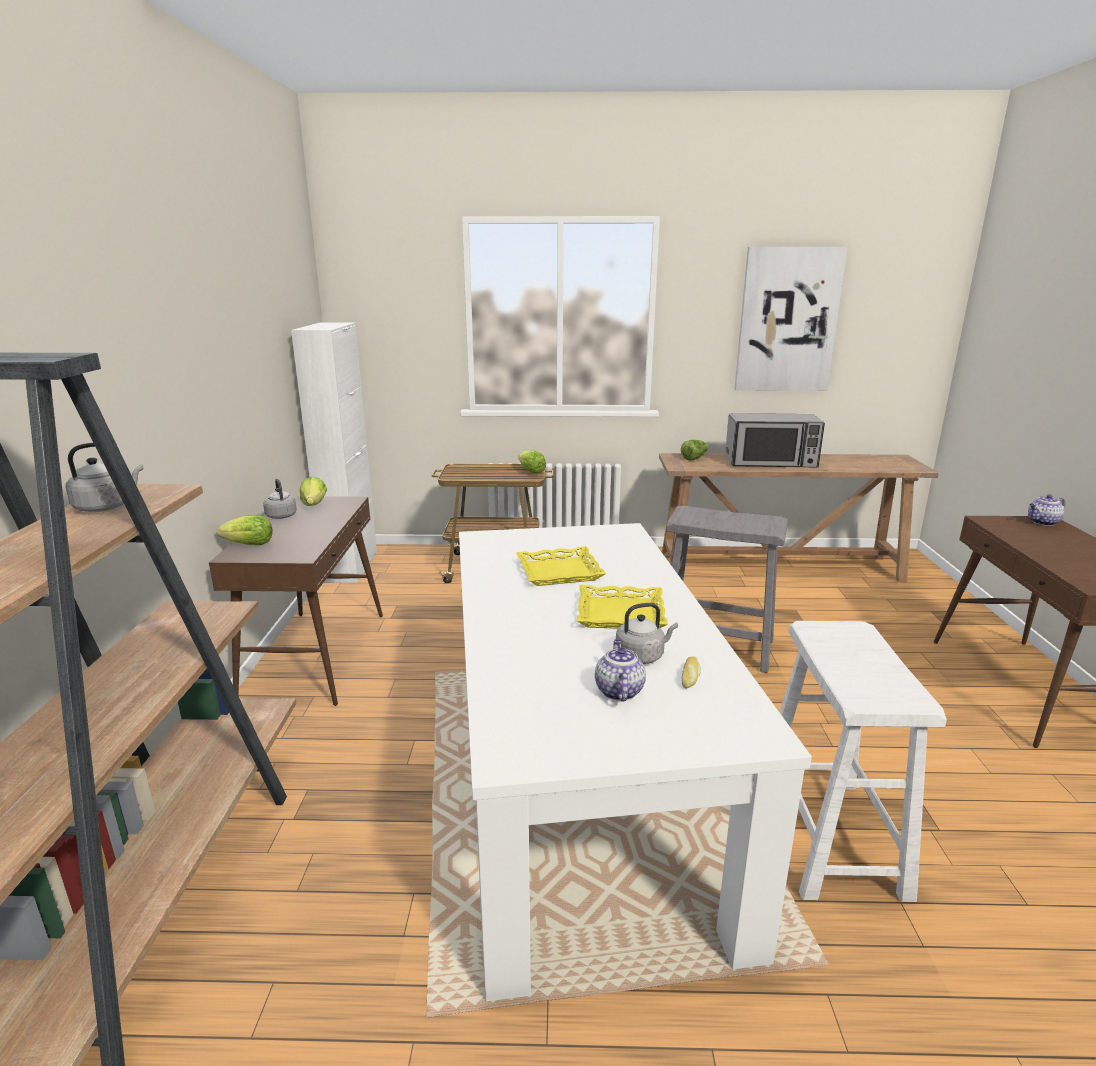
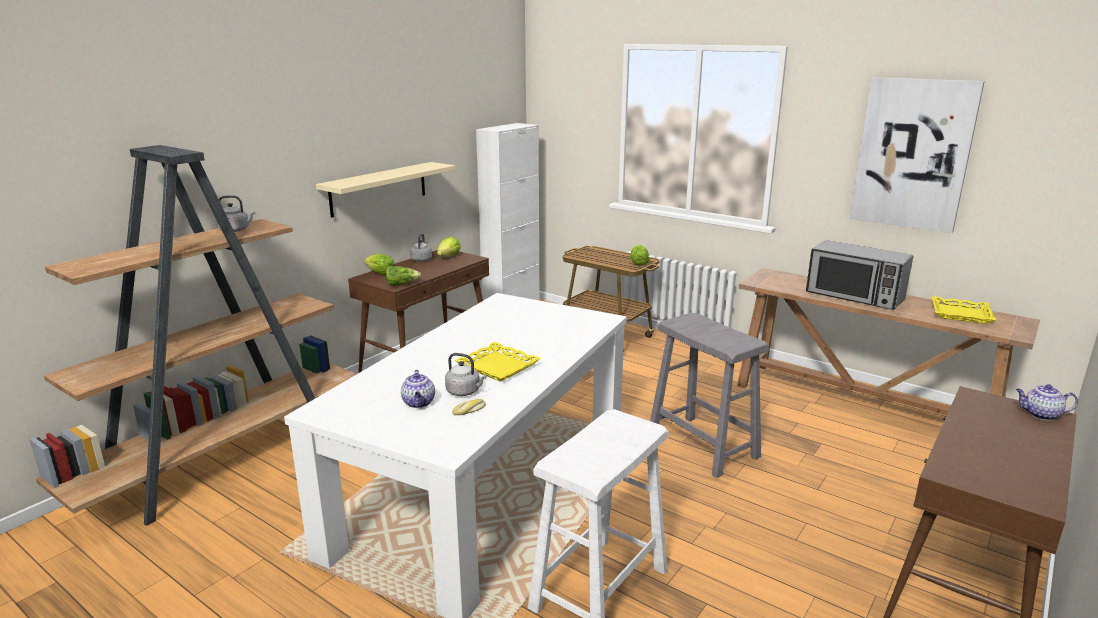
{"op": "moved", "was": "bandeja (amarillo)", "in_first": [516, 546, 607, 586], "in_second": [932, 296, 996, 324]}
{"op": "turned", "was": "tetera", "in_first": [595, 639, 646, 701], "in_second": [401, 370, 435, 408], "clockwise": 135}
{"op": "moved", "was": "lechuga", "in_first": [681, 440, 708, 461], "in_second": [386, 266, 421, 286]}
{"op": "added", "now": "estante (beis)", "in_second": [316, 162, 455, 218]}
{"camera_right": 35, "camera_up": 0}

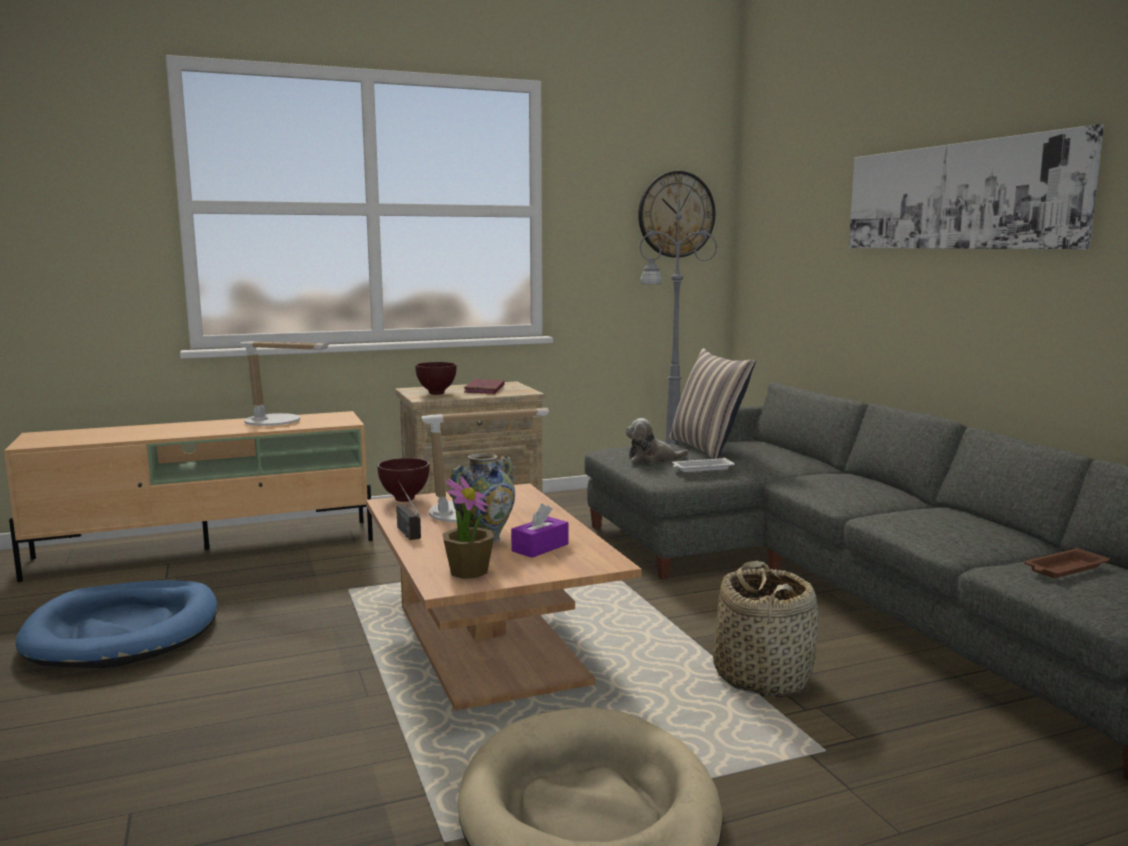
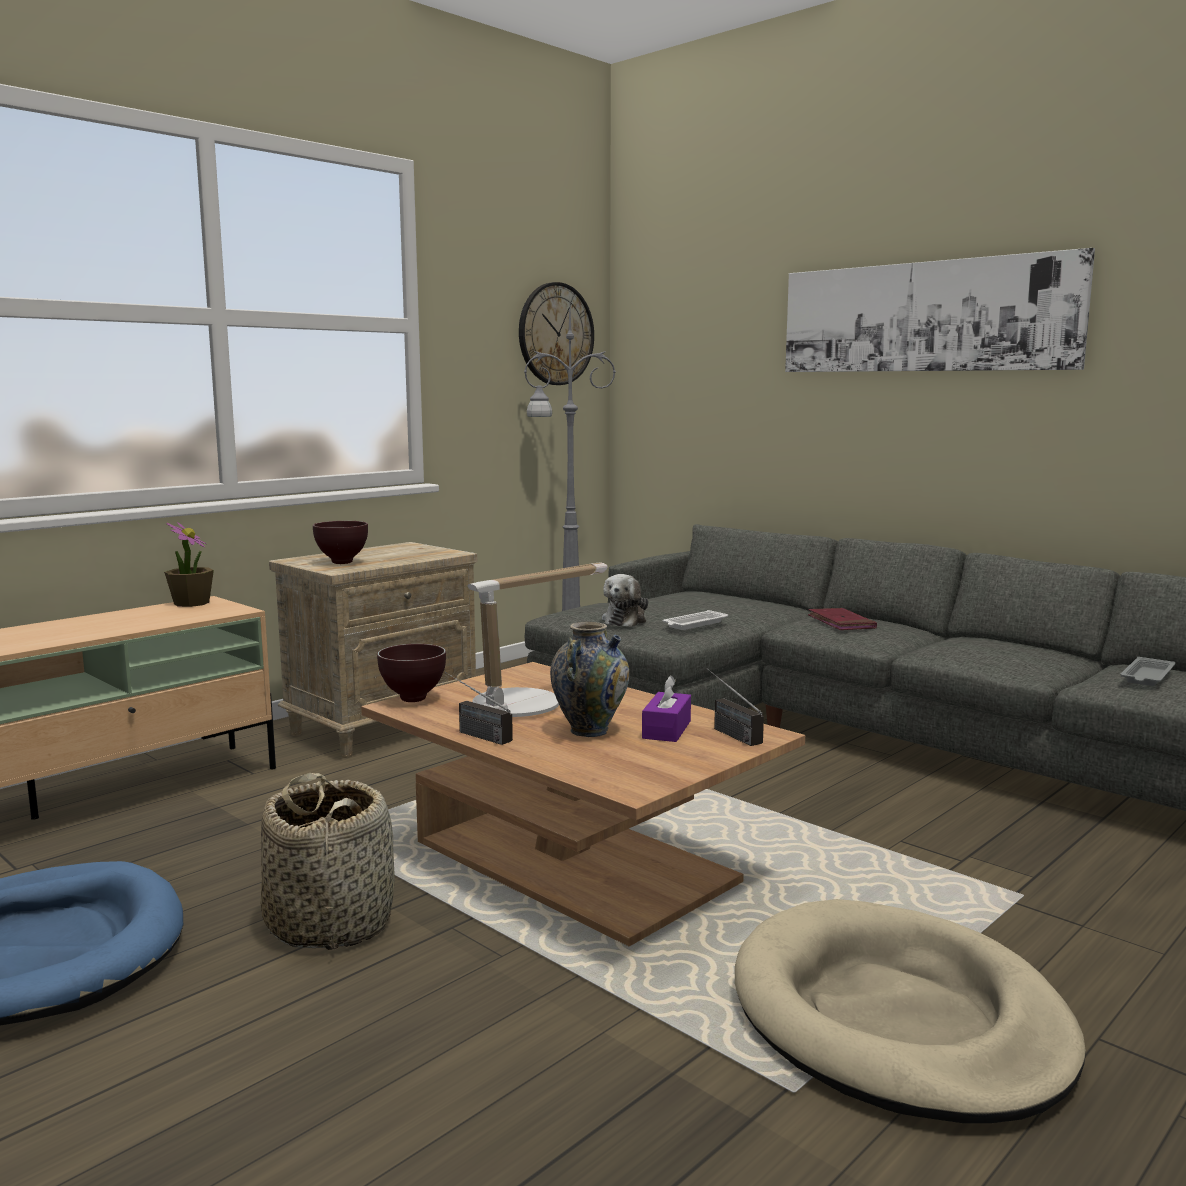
{"op": "removed", "was": "lámpara de mesa", "in_first": [240, 342, 329, 426]}
{"op": "moved", "was": "planta en maceta", "in_first": [442, 477, 494, 579], "in_second": [164, 522, 214, 607]}
{"op": "moved", "was": "libro (rojo)", "in_first": [464, 379, 505, 394], "in_second": [808, 608, 877, 630]}
{"op": "turned", "was": "peluche", "in_first": [625, 418, 689, 463], "in_second": [602, 574, 649, 627], "clockwise": -45}
{"op": "removed", "was": "cojín", "in_first": [669, 348, 756, 459]}
{"op": "moved", "was": "cesta", "in_first": [713, 561, 818, 697], "in_second": [261, 773, 395, 950]}
{"op": "recoloured", "was": "bandeja (marrón)", "now": "bandeja (gris)", "in_first": [1024, 548, 1110, 578], "in_second": [1120, 657, 1175, 686]}
{"op": "added", "now": "radio", "in_second": [706, 668, 764, 746]}
{"camera_right": -25, "camera_up": 0}

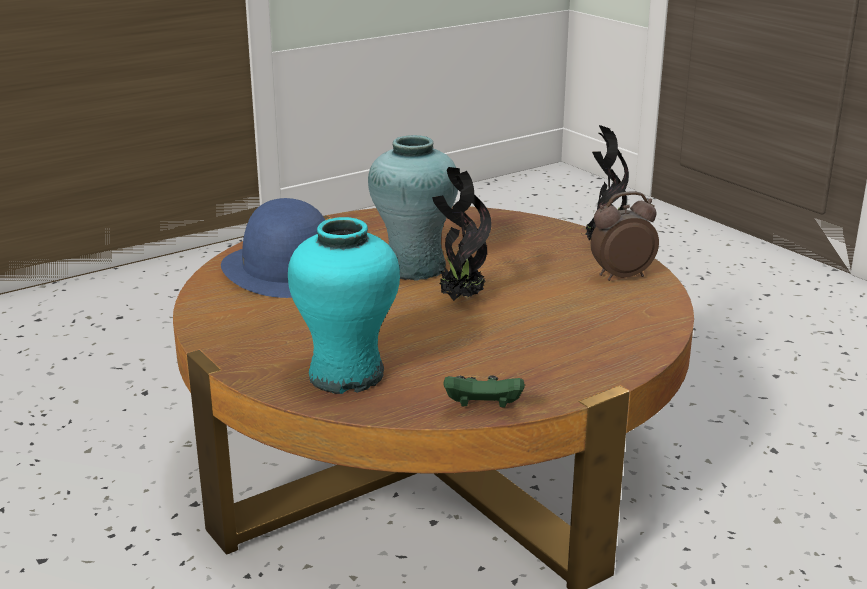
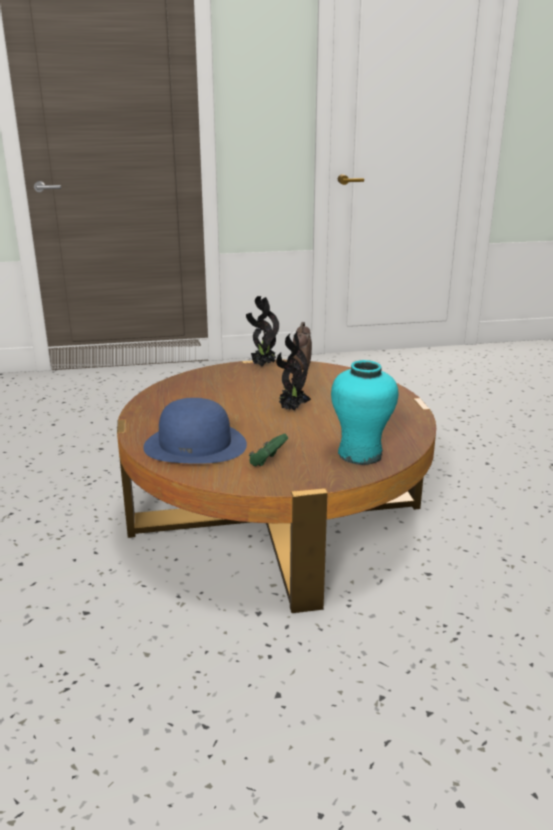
{"op": "removed", "was": "florero (turquesa)", "in_first": [368, 135, 458, 280]}
{"op": "moved", "was": "mando de consola (verde)", "in_first": [444, 376, 525, 407], "in_second": [249, 434, 288, 467]}
{"camera_right": -65, "camera_up": 0}

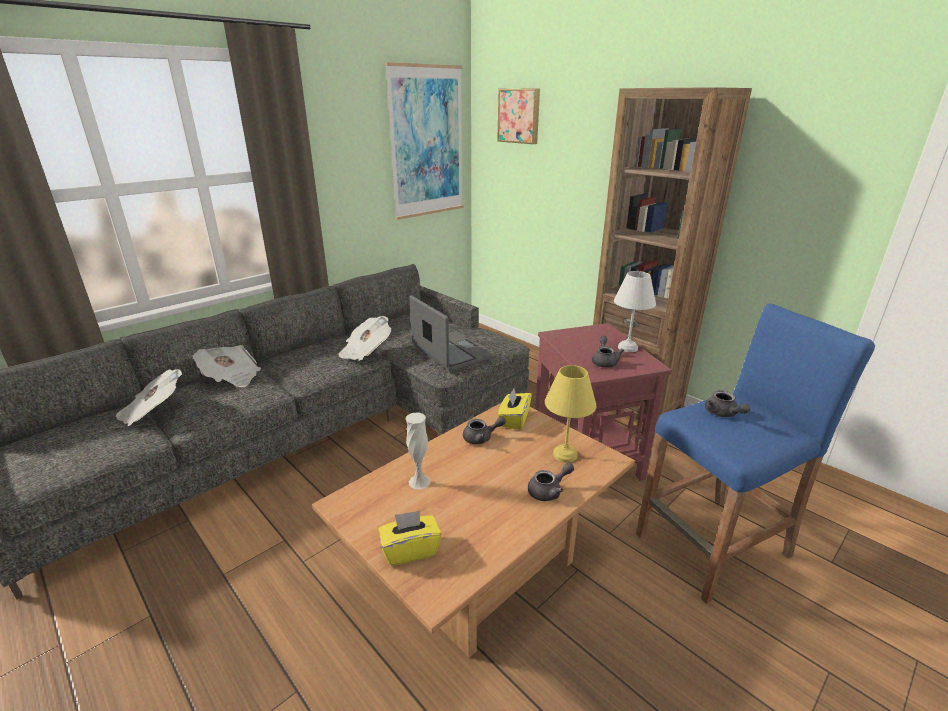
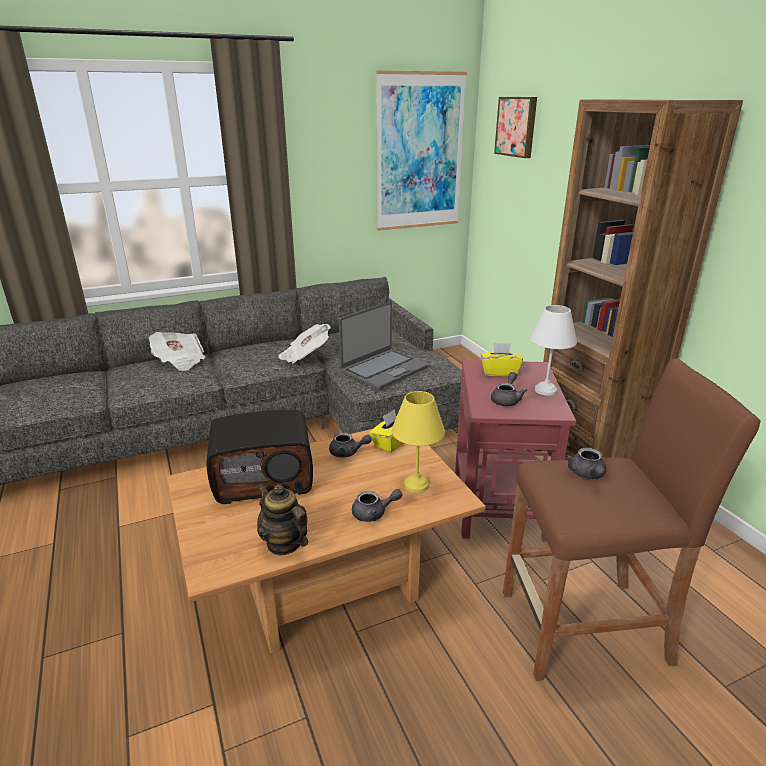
{"op": "removed", "was": "periódico", "in_first": [116, 369, 182, 427]}
{"op": "moved", "was": "caja de pañuelos (amarillo)", "in_first": [378, 510, 442, 566], "in_second": [481, 343, 523, 376]}
{"op": "replaced", "was": "florero (blanco)", "now": "radio", "in_first": [406, 412, 431, 489], "in_second": [207, 410, 313, 504]}
{"op": "turned", "was": "portátil", "in_first": [409, 295, 493, 371], "in_second": [339, 302, 428, 390], "clockwise": 60}
{"op": "recoloured", "was": "taburete (azul)", "now": "taburete (marrón)", "in_first": [636, 303, 875, 604], "in_second": [503, 358, 761, 681]}
{"op": "added", "now": "tetera", "in_second": [257, 484, 308, 555]}
{"camera_right": 20, "camera_up": 0}

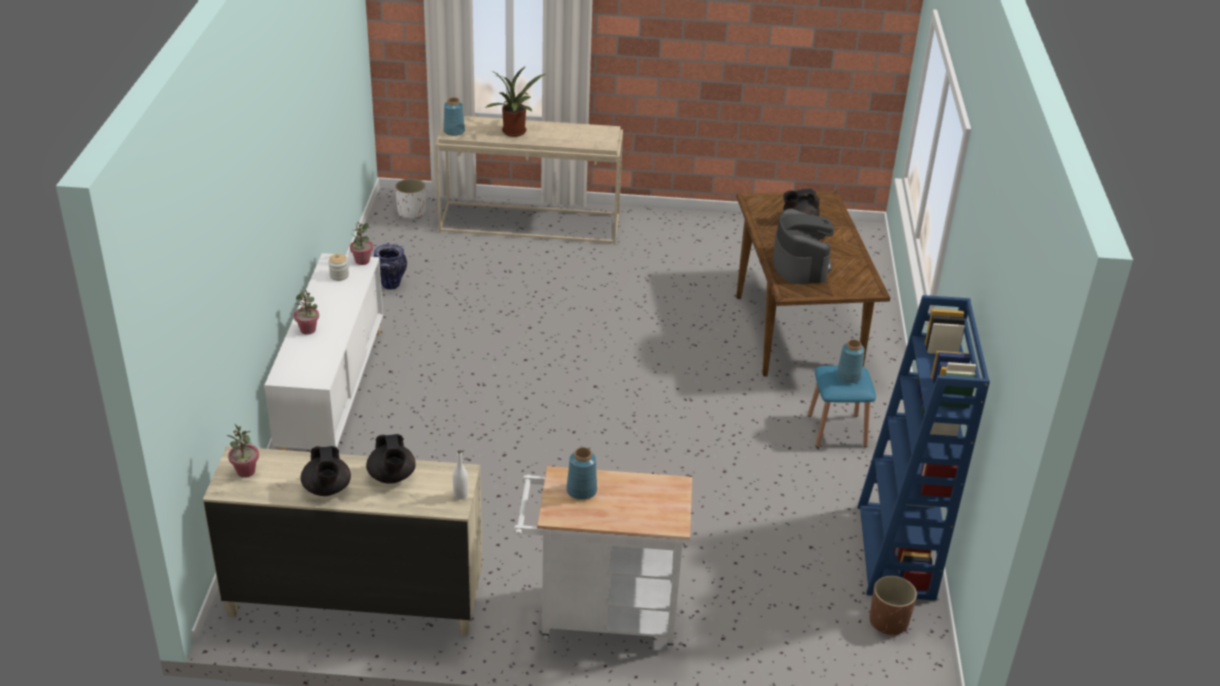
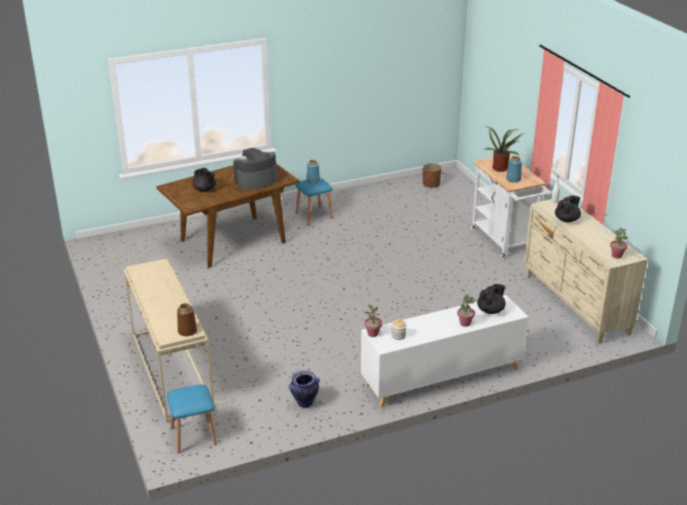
{"op": "moved", "was": "tetera (negro)", "in_first": [301, 446, 351, 496], "in_second": [477, 284, 506, 314]}
{"op": "replaced", "was": "maceta (blanco)", "now": "taburete (azul)", "in_first": [395, 179, 426, 219], "in_second": [167, 384, 217, 453]}
{"op": "recoloured", "was": "florero (azul)", "now": "florero (marrón)", "in_first": [443, 97, 465, 136], "in_second": [177, 303, 197, 336]}
{"op": "moved", "was": "planta en maceta", "in_first": [485, 65, 545, 137], "in_second": [483, 126, 525, 172]}
{"op": "removed", "was": "estantería (azul)", "in_first": [857, 295, 990, 601]}
{"camera_right": -115, "camera_up": -5}

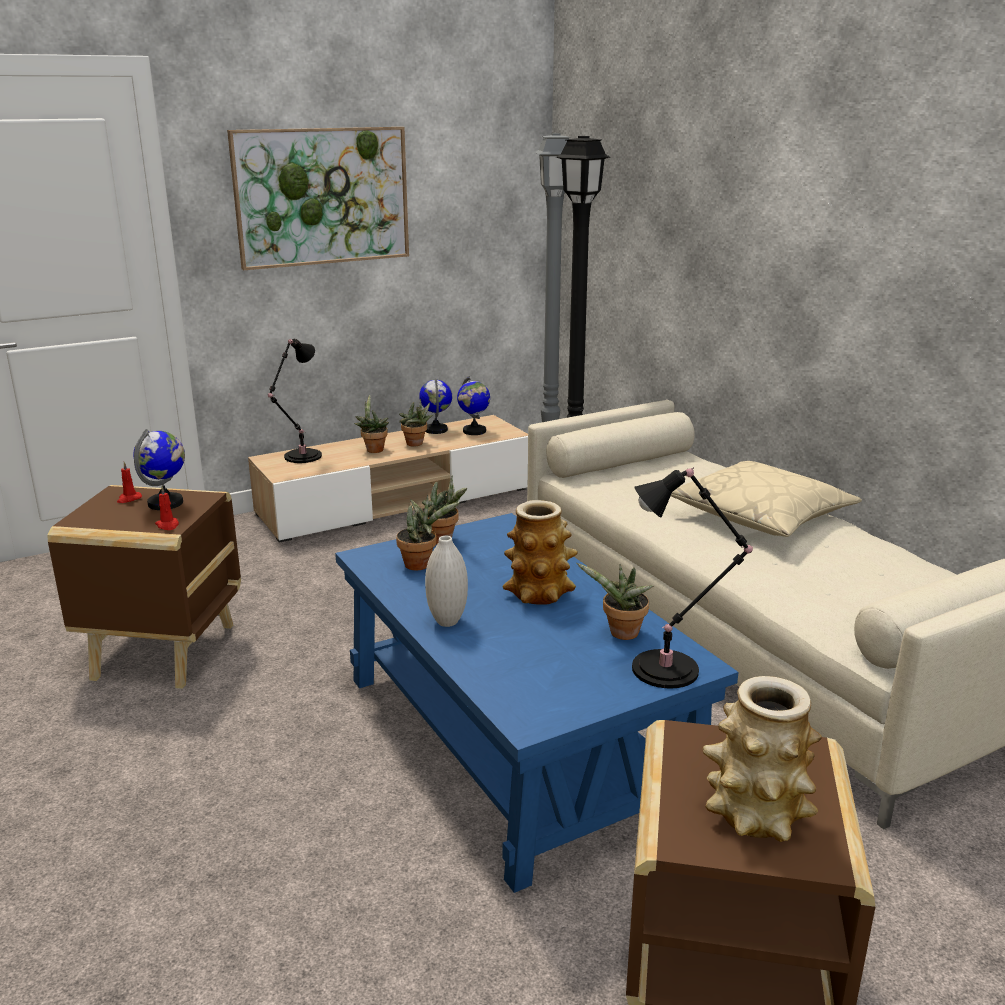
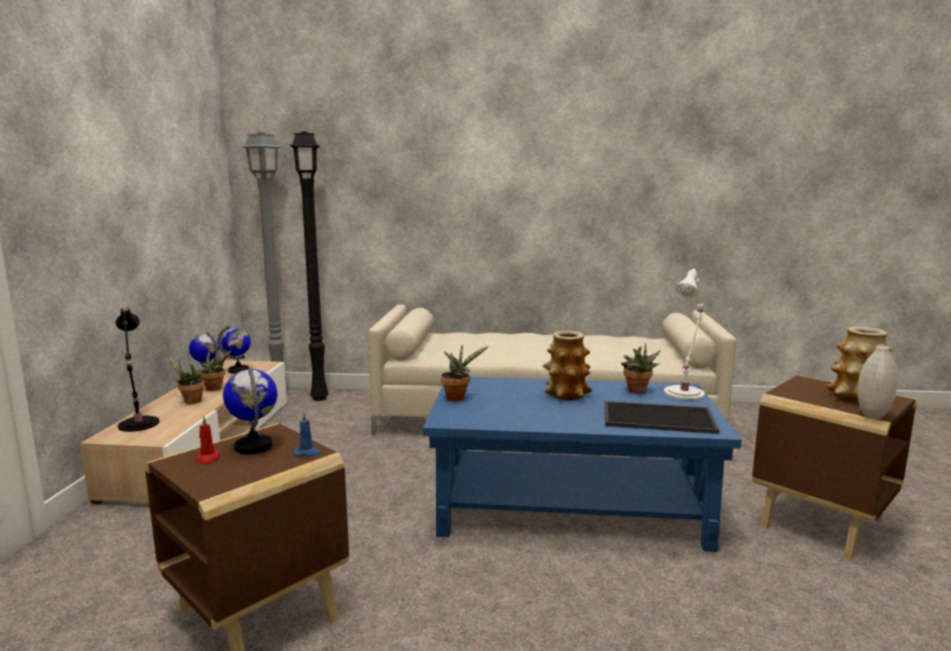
{"op": "recoloured", "was": "vela (rojo)", "now": "vela (azul)", "in_first": [155, 486, 179, 530], "in_second": [294, 412, 321, 457]}
{"op": "removed", "was": "cuadro", "in_first": [227, 127, 409, 270]}
{"op": "removed", "was": "planta en maceta", "in_first": [396, 495, 460, 570]}
{"op": "moved", "was": "florero (blanco)", "in_first": [425, 536, 468, 627], "in_second": [858, 346, 898, 419]}
{"op": "recoloured", "was": "lámpara de mesa (negro)", "now": "lámpara de mesa (blanco)", "in_first": [632, 467, 753, 689], "in_second": [664, 268, 705, 400]}
{"op": "removed", "was": "cojín (beis)", "in_first": [671, 461, 862, 537]}
{"op": "added", "now": "bandeja", "in_second": [604, 401, 720, 434]}
{"camera_right": -55, "camera_up": -10}

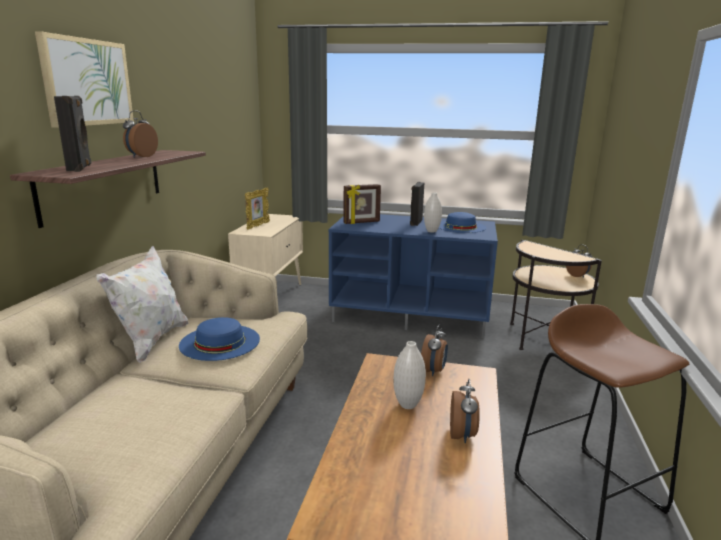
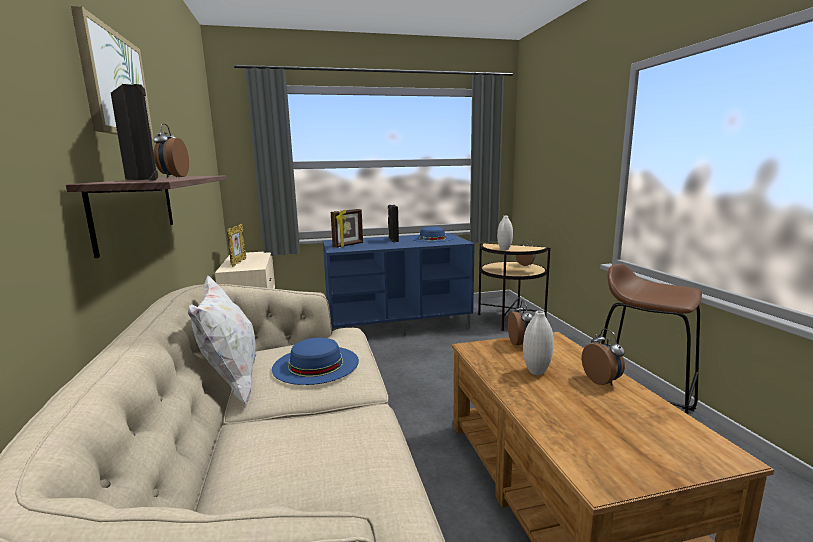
{"op": "moved", "was": "florero (blanco)", "in_first": [424, 192, 442, 233], "in_second": [497, 216, 513, 250]}
{"camera_right": -25, "camera_up": -5}

